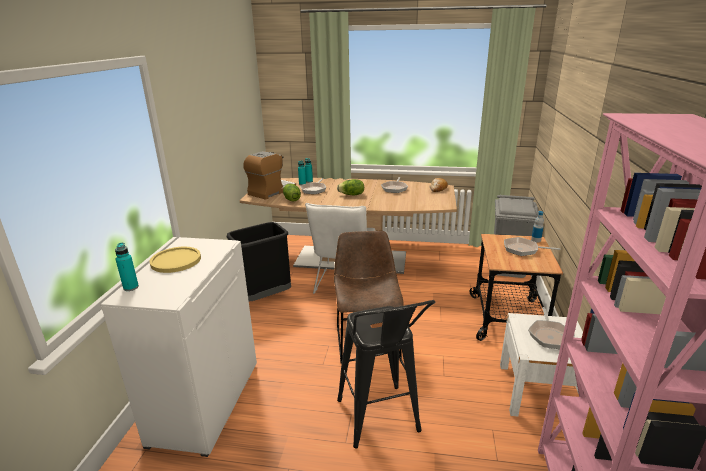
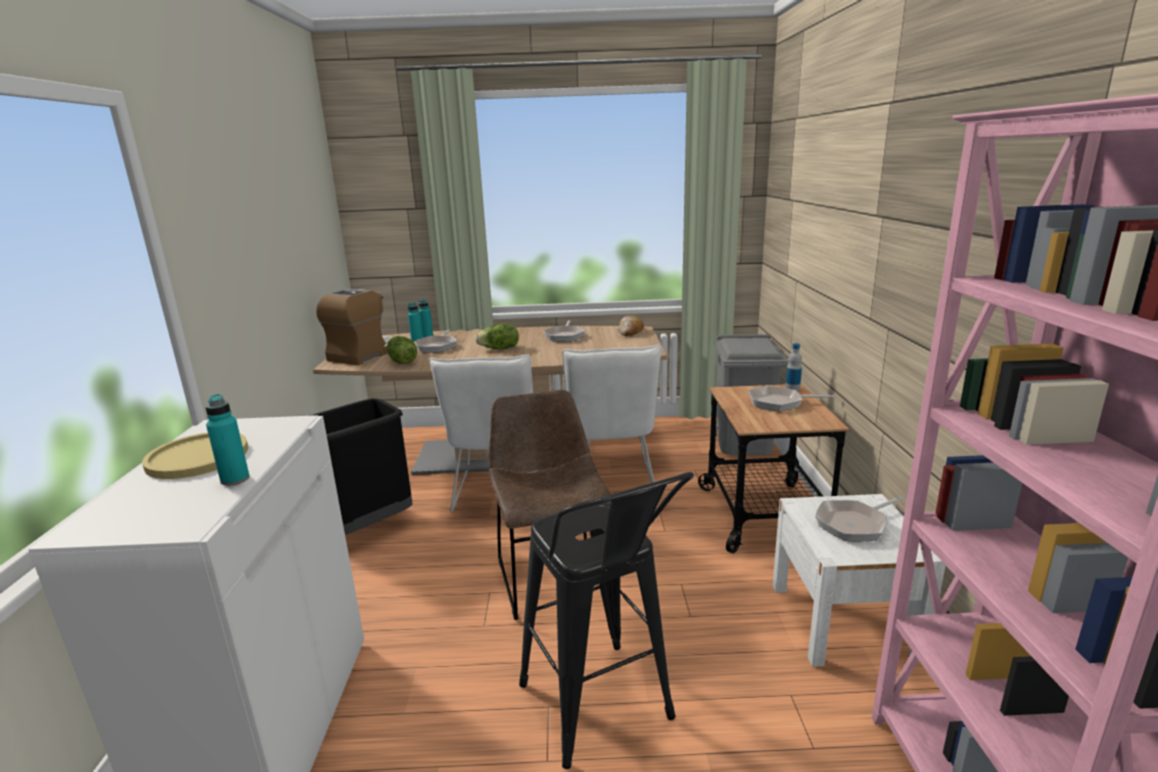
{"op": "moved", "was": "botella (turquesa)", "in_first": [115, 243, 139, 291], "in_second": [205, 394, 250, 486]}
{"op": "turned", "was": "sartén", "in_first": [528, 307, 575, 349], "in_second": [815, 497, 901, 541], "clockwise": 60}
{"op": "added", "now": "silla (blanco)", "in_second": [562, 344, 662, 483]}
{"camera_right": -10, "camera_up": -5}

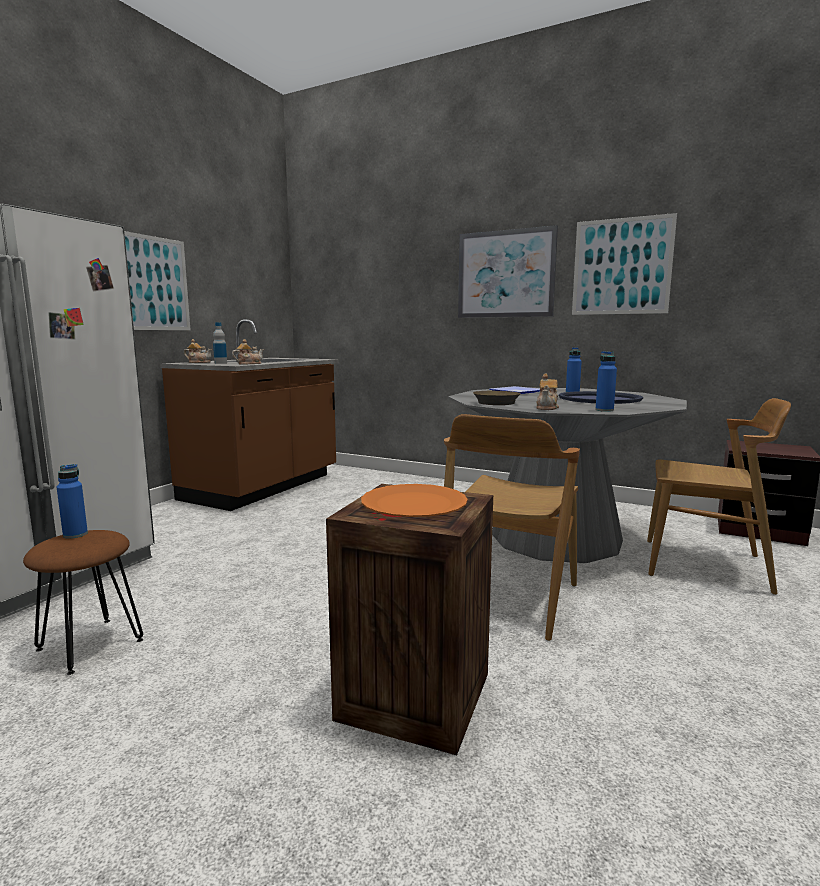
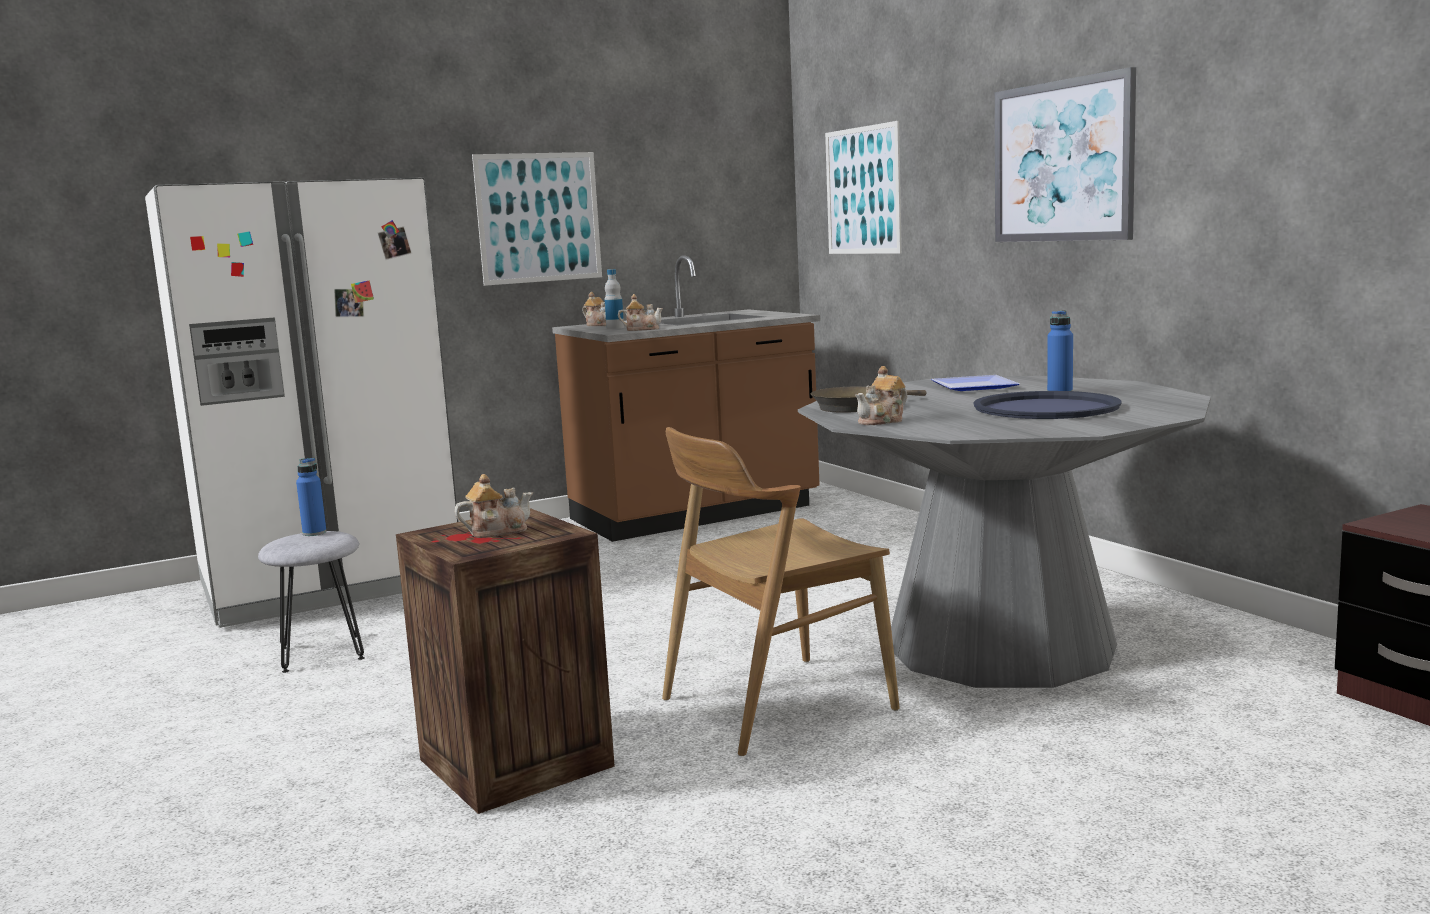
{"op": "recoloured", "was": "taburete (marrón)", "now": "taburete (gris)", "in_first": [23, 530, 143, 675], "in_second": [258, 531, 365, 673]}
{"op": "replaced", "was": "plato (naranja)", "now": "tetera", "in_first": [361, 484, 468, 517], "in_second": [455, 474, 533, 538]}
{"op": "moved", "was": "cuadro", "in_first": [572, 213, 677, 315], "in_second": [825, 121, 902, 254]}
{"op": "removed", "was": "botella (azul)", "in_first": [595, 351, 617, 412]}
{"op": "removed", "was": "silla (marrón)", "in_first": [647, 398, 791, 595]}
{"camera_right": 35, "camera_up": 0}

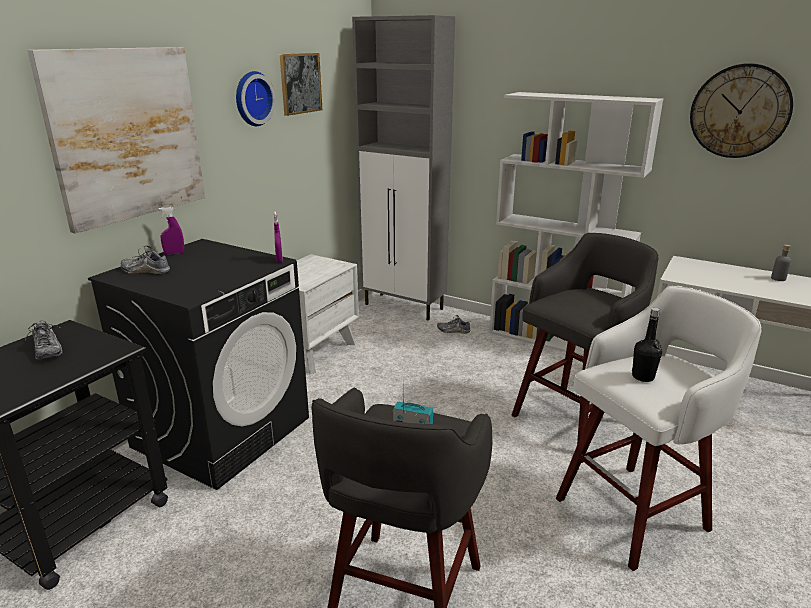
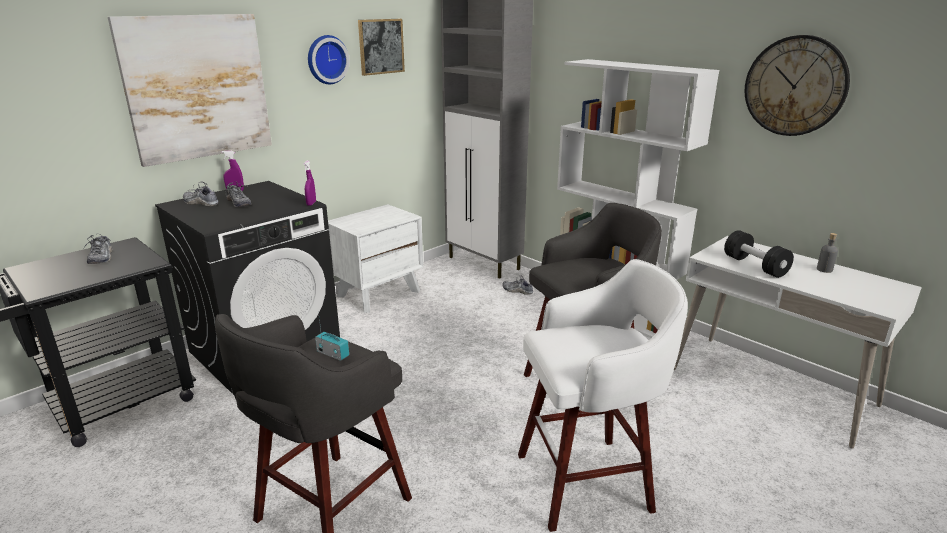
{"op": "removed", "was": "botella (negro)", "in_first": [632, 307, 662, 382]}
{"op": "added", "now": "zapato", "in_second": [225, 181, 251, 207]}
{"op": "added", "now": "mancuerna (negro)", "in_second": [724, 230, 794, 278]}
{"camera_right": 15, "camera_up": 0}

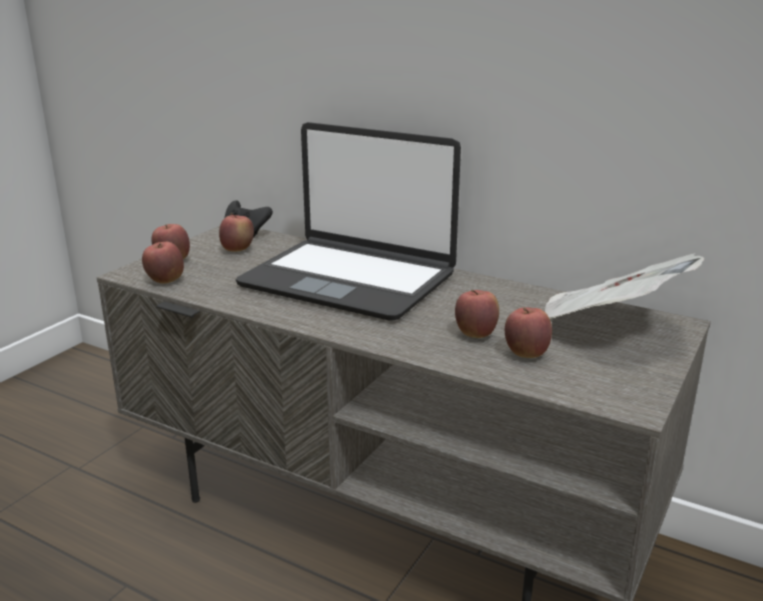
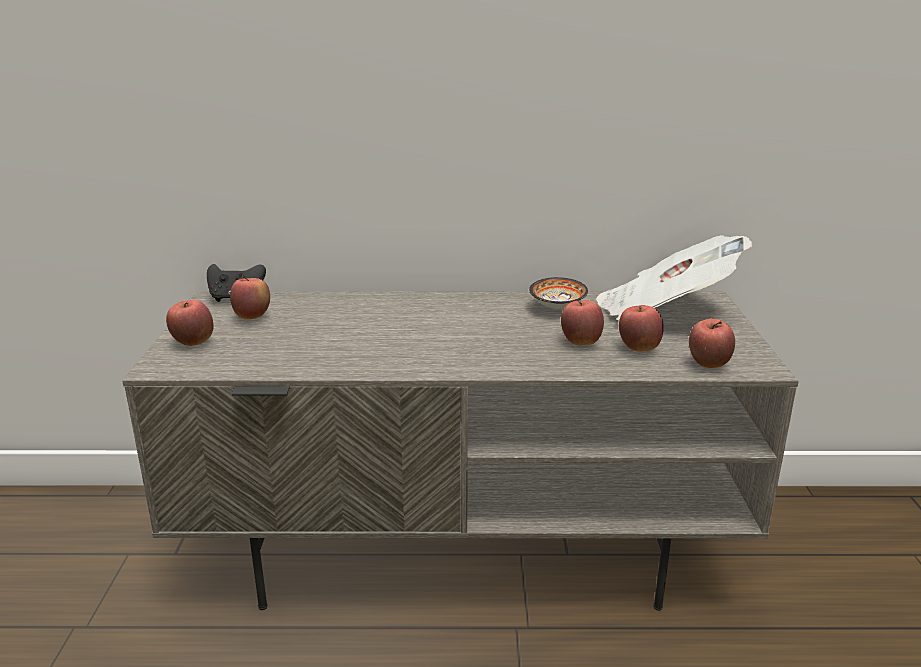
{"op": "moved", "was": "manzana", "in_first": [142, 242, 184, 284], "in_second": [689, 318, 735, 368]}
{"op": "removed", "was": "portátil", "in_first": [236, 122, 461, 321]}
{"op": "added", "now": "cuenco", "in_second": [529, 277, 588, 309]}
{"camera_right": -30, "camera_up": 0}

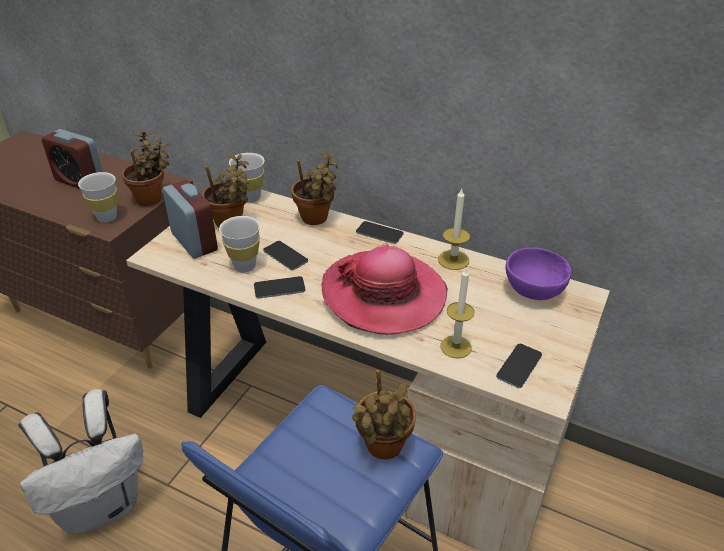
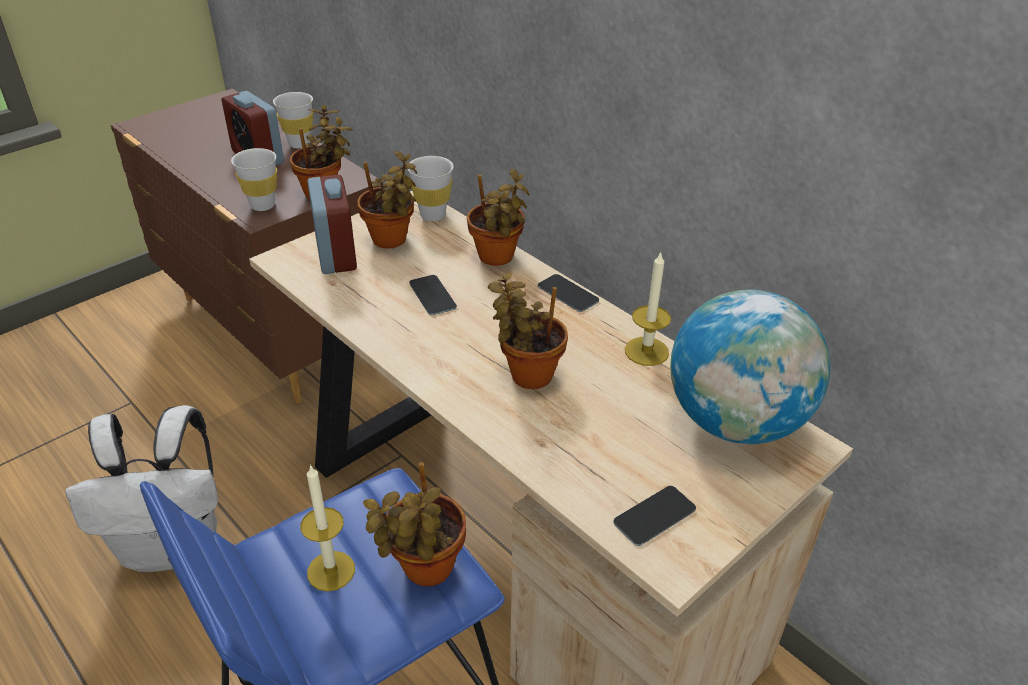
{"op": "moved", "was": "taza (blanco)", "in_first": [219, 216, 260, 272], "in_second": [273, 92, 313, 149]}
{"op": "removed", "was": "móvil", "in_first": [254, 276, 306, 298]}
{"op": "replaced", "was": "sombrero", "now": "planta en maceta", "in_first": [322, 244, 448, 335], "in_second": [488, 272, 568, 389]}
{"op": "moved", "was": "vela", "in_first": [440, 267, 475, 358], "in_second": [301, 464, 355, 591]}
{"op": "replaced", "was": "cuenco (morado)", "now": "globo terráqueo", "in_first": [506, 247, 571, 300], "in_second": [670, 290, 830, 444]}
{"camera_right": 20, "camera_up": 0}

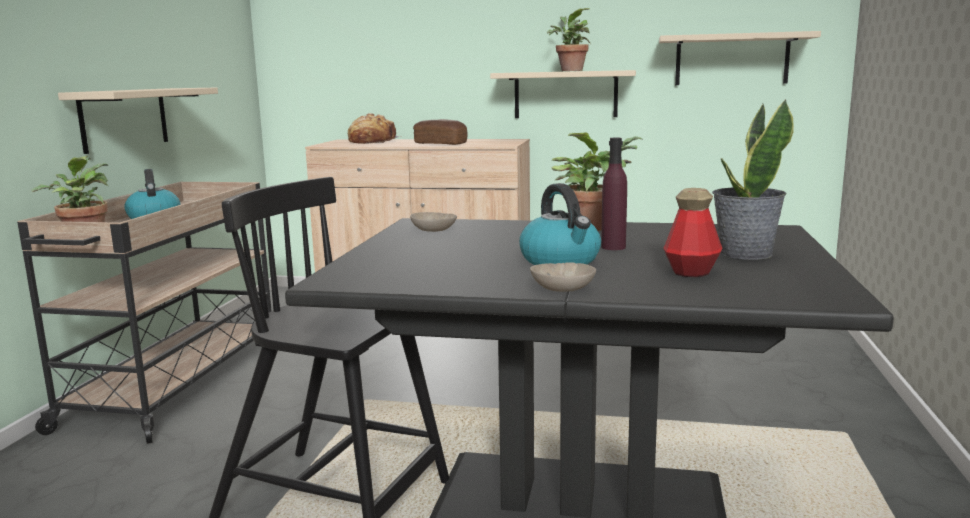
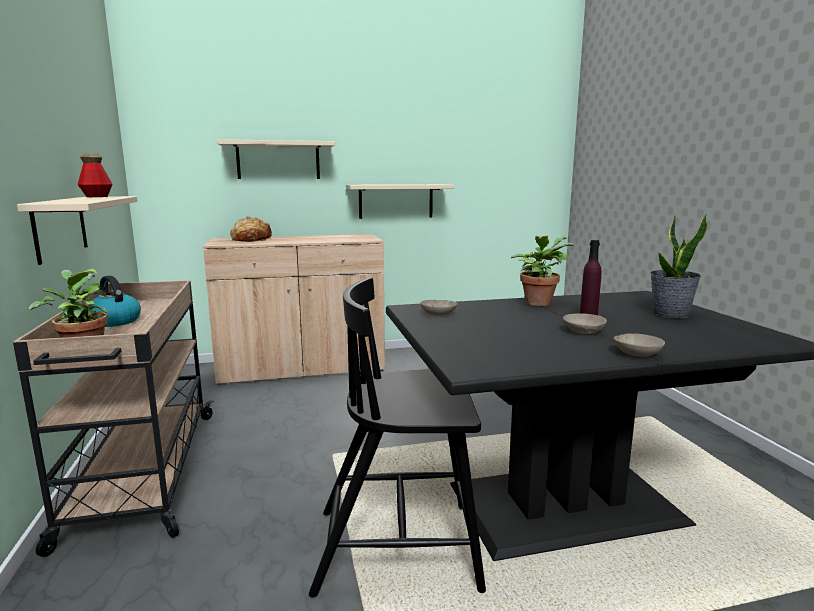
{"op": "removed", "was": "pan", "in_first": [413, 119, 468, 145]}
{"op": "replaced", "was": "hervidor", "now": "cuenco (beis)", "in_first": [519, 183, 601, 265], "in_second": [563, 313, 607, 334]}
{"op": "removed", "was": "planta en maceta", "in_first": [547, 8, 591, 71]}
{"op": "moved", "was": "estante (beis)", "in_first": [659, 31, 821, 85], "in_second": [217, 139, 335, 179]}
{"op": "moved", "was": "botella", "in_first": [663, 188, 722, 277], "in_second": [78, 153, 113, 197]}
{"camera_right": -25, "camera_up": 0}

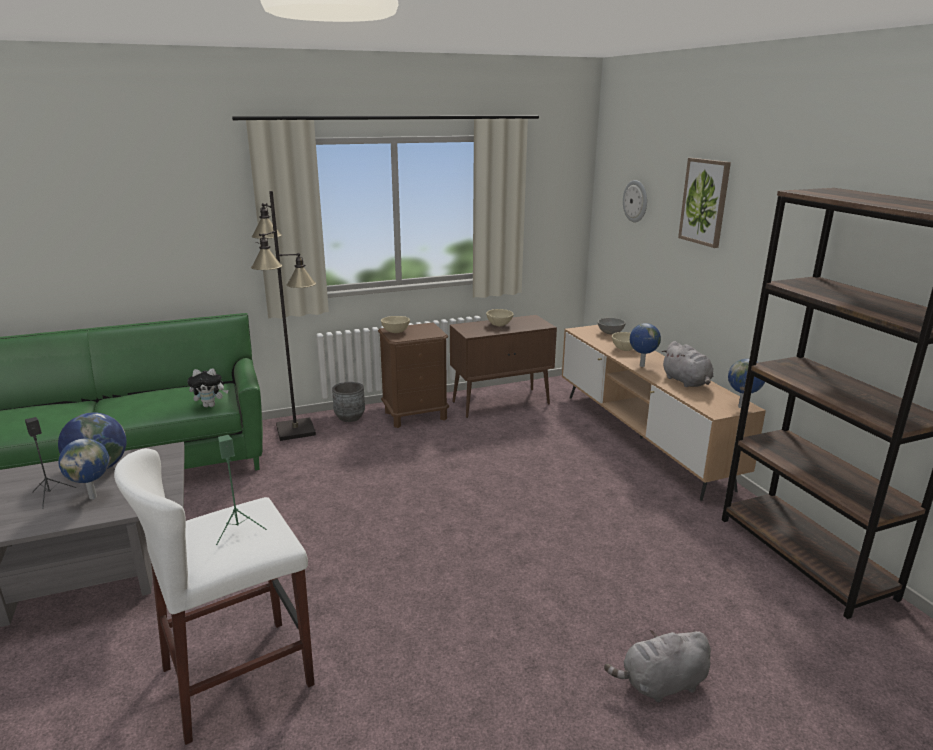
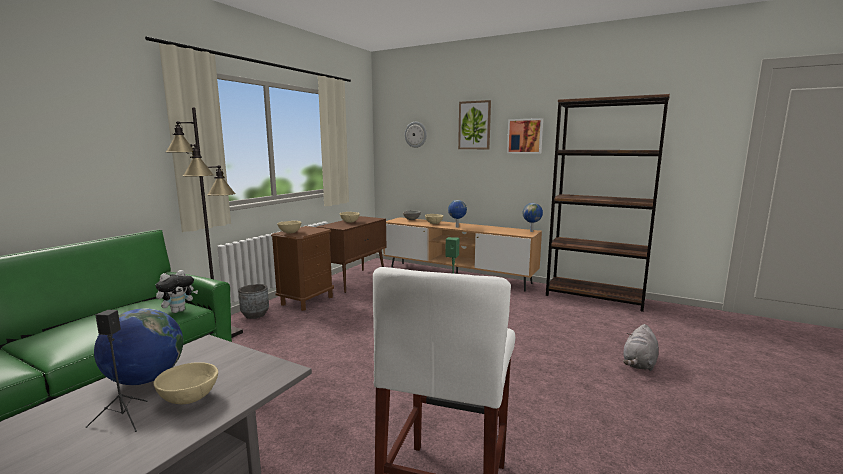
{"op": "replaced", "was": "globo terráqueo", "now": "cuenco (beis)", "in_first": [58, 438, 109, 499], "in_second": [153, 362, 218, 404]}
{"op": "removed", "was": "peluche (gris)", "in_first": [662, 341, 713, 387]}
{"op": "added", "now": "cuadro", "in_second": [507, 118, 543, 154]}
{"camera_right": -40, "camera_up": -10}

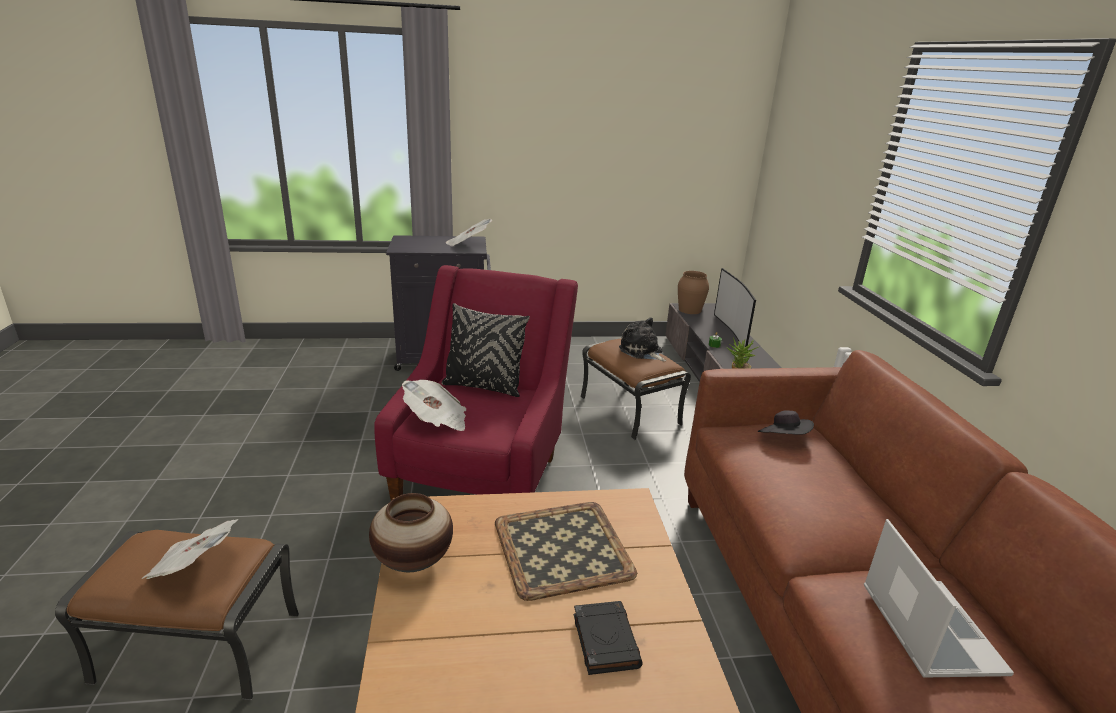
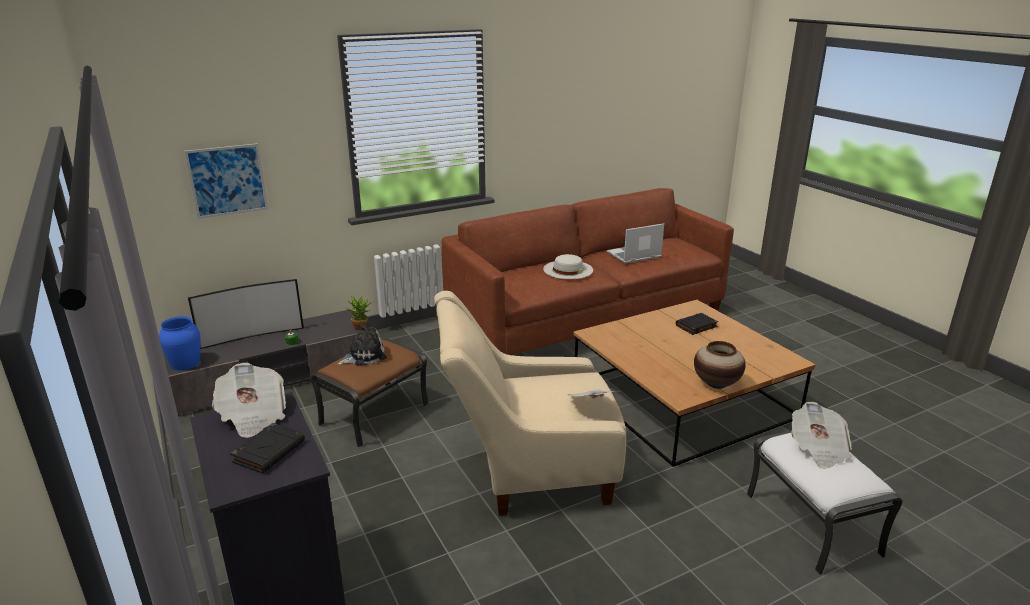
{"op": "recoloured", "was": "puf (marrón)", "now": "puf (blanco)", "in_first": [55, 530, 299, 700], "in_second": [747, 431, 902, 575]}
{"op": "recoloured", "was": "sillón (rojo)", "now": "sillón (beis)", "in_first": [374, 265, 578, 500], "in_second": [434, 291, 626, 516]}
{"op": "removed", "was": "cojín (negro)", "in_first": [441, 303, 530, 397]}
{"op": "removed", "was": "bandeja", "in_first": [495, 502, 637, 601]}
{"op": "turned", "was": "peluche", "in_first": [619, 317, 666, 361], "in_second": [337, 324, 387, 366], "clockwise": -150}
{"op": "recoloured", "was": "florero (marrón)", "now": "florero (azul)", "in_first": [678, 271, 709, 314], "in_second": [159, 316, 201, 370]}
{"op": "removed", "was": "sombrero (negro)", "in_first": [758, 410, 814, 435]}
{"op": "added", "now": "cuadro", "in_second": [185, 143, 268, 219]}
{"op": "added", "now": "libro (negro)", "in_second": [230, 423, 305, 473]}
{"op": "added", "now": "sombrero (blanco)", "in_second": [543, 254, 593, 279]}
{"camera_right": -110, "camera_up": 0}

